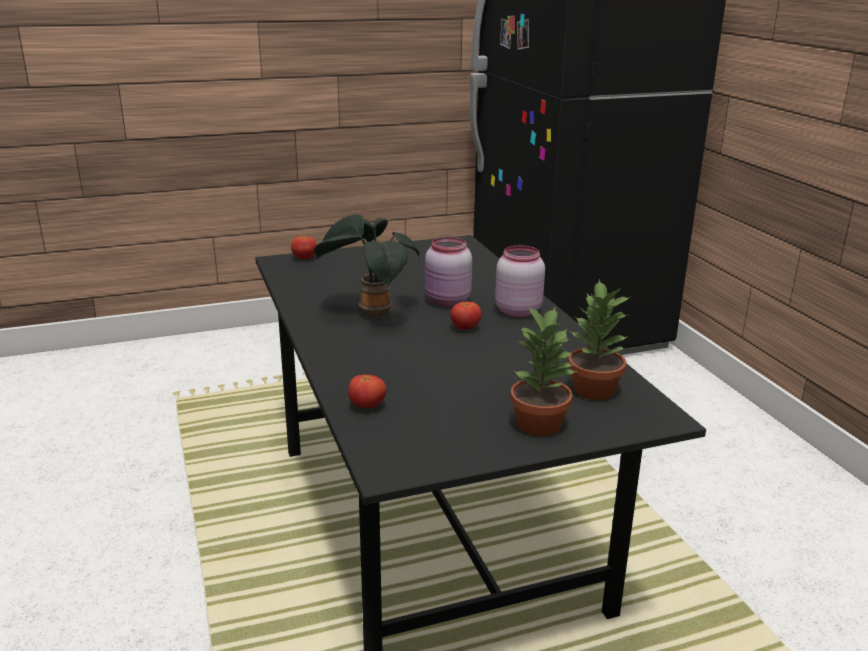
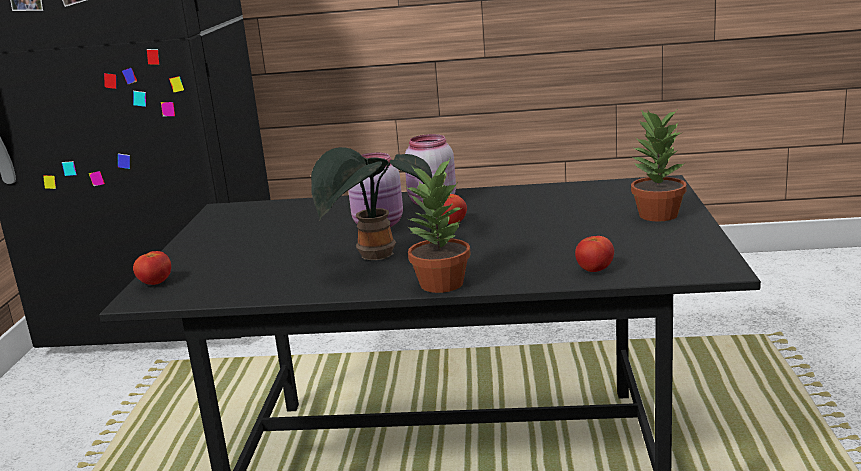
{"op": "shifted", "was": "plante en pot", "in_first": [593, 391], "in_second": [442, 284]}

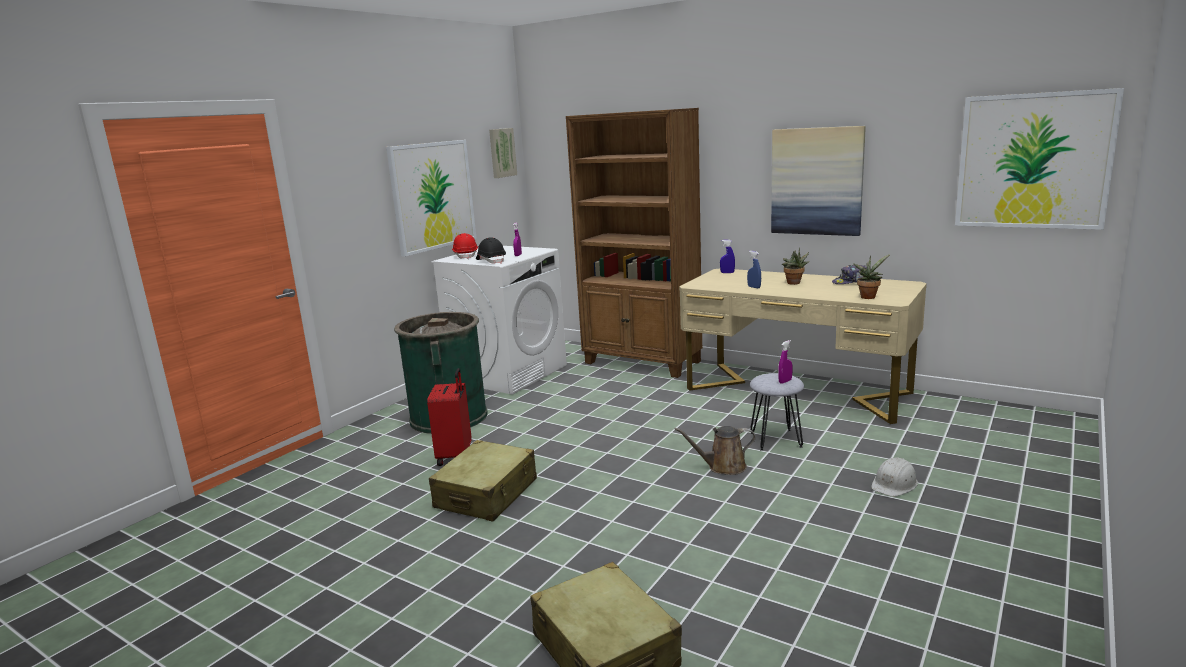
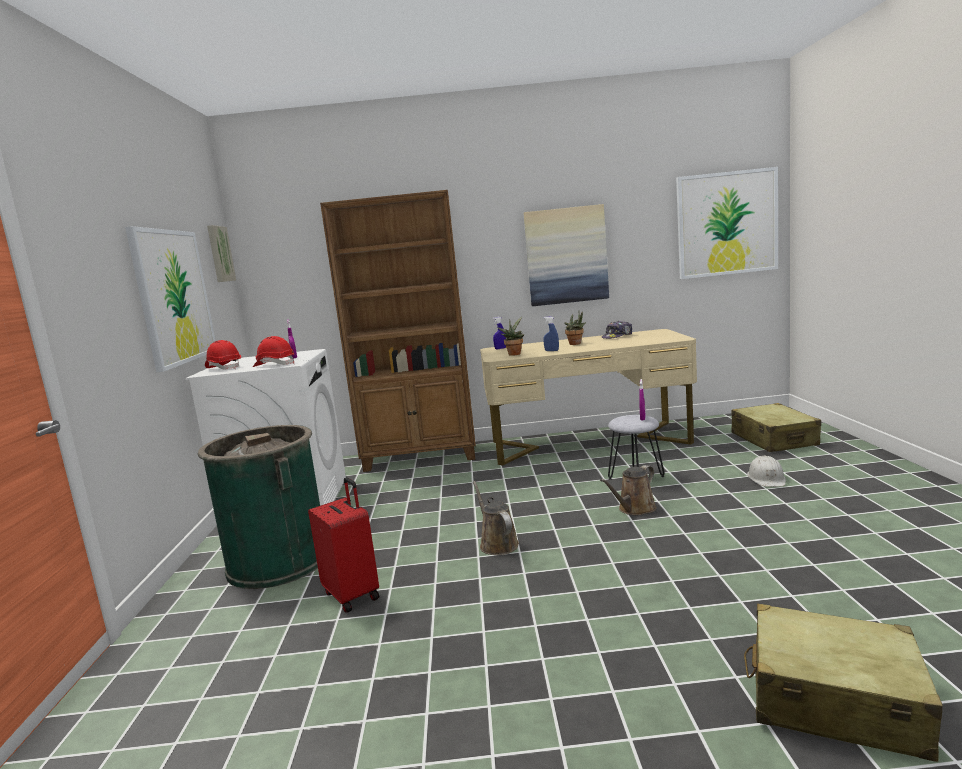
{"op": "new", "now": "arrosoir (marron)", "in_second": [497, 544]}
{"op": "shifted", "was": "valise (beige)", "in_first": [486, 494], "in_second": [774, 439]}
{"op": "shifted", "was": "plante en pot", "in_first": [868, 297], "in_second": [514, 354]}
{"op": "repainted", "was": "casque de chantier (noir)", "now": "casque de chantier (rouge)", "in_first": [491, 261], "in_second": [275, 365]}

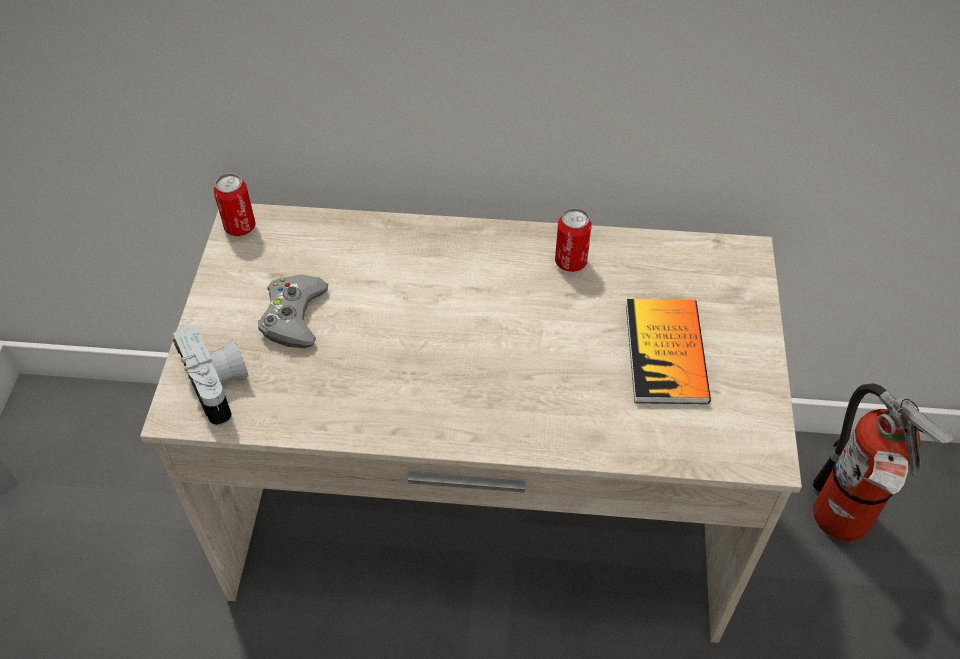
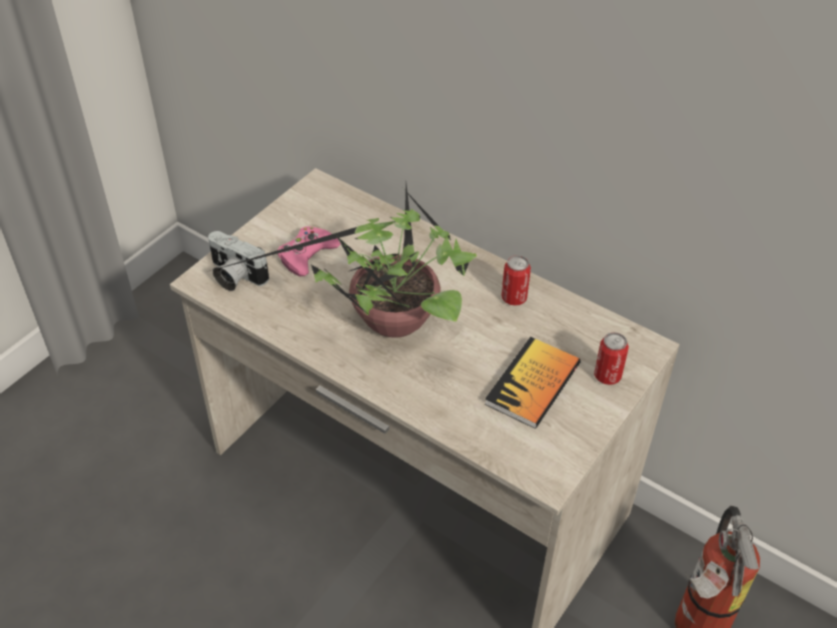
{"op": "new", "now": "plante en pot", "in_second": [388, 322]}
{"op": "shifted", "was": "boîte métallique", "in_first": [240, 227], "in_second": [607, 376]}
{"op": "repainted", "was": "manette (gris)", "now": "manette (rose)", "in_first": [293, 316], "in_second": [307, 255]}
{"op": "rotated", "was": "appareil photo", "in_first": [220, 385], "in_second": [234, 276], "clockwise": 120}

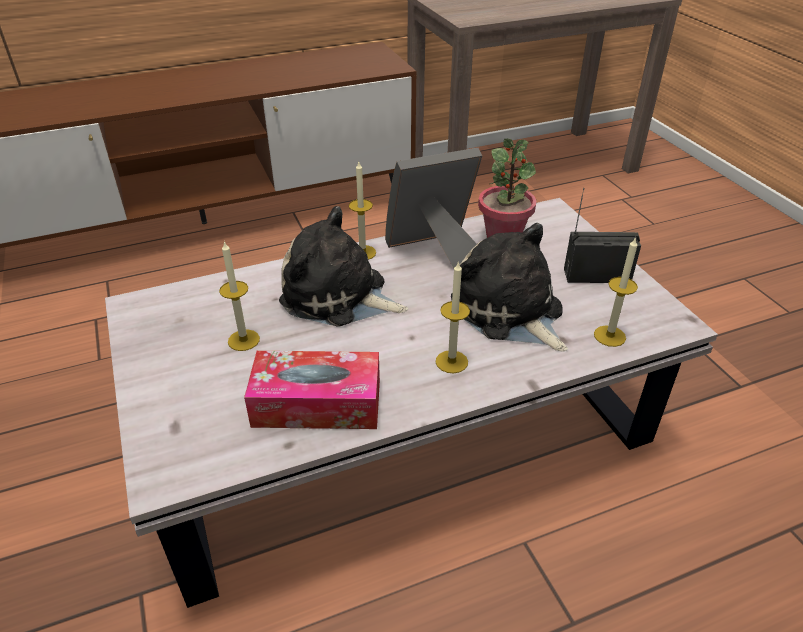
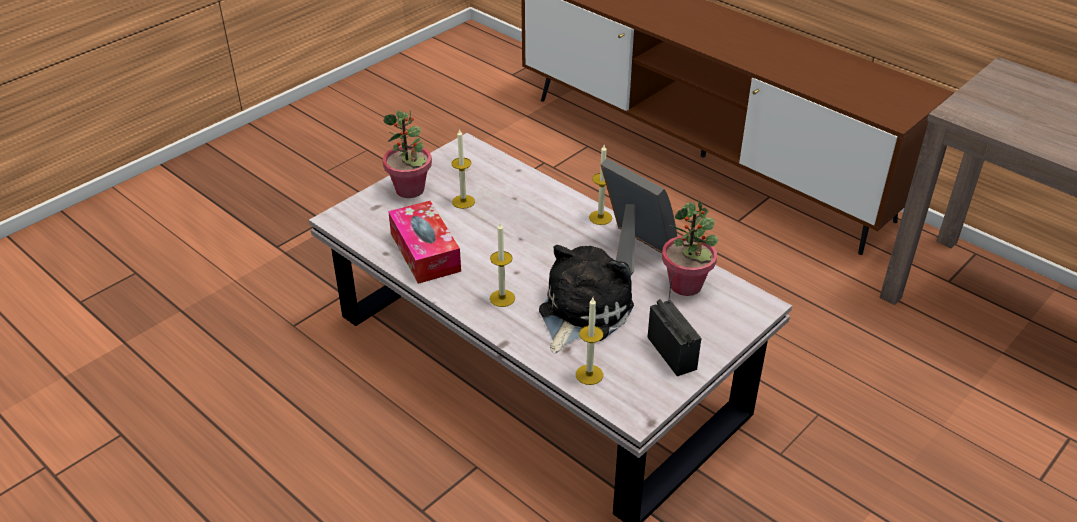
{"op": "gone", "was": "peluche", "in_first": [339, 296]}
{"op": "new", "now": "plante en pot", "in_second": [410, 189]}

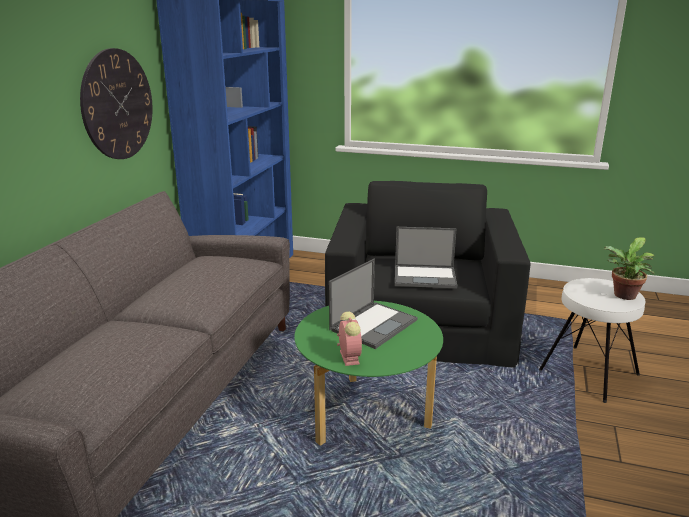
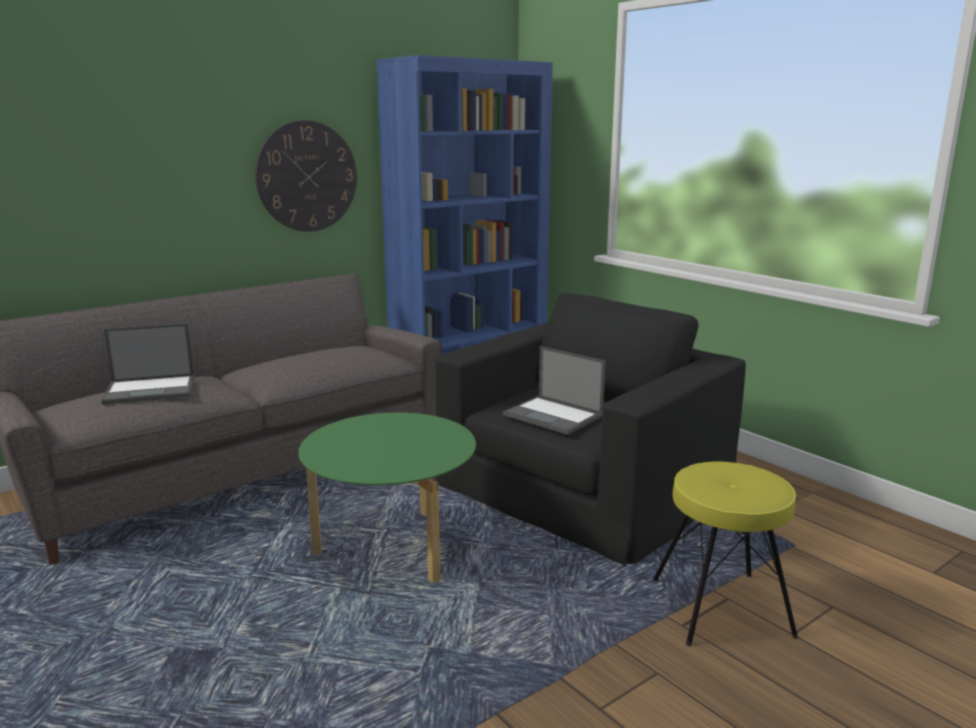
{"op": "gone", "was": "réveil", "in_first": [348, 356]}
{"op": "gone", "was": "plante en pot", "in_first": [623, 296]}
{"op": "shifted", "was": "ordinateur portable", "in_first": [374, 324], "in_second": [151, 390]}
{"op": "repainted", "was": "tabouret (blanc)", "now": "tabouret (jaune)", "in_first": [589, 372], "in_second": [722, 608]}

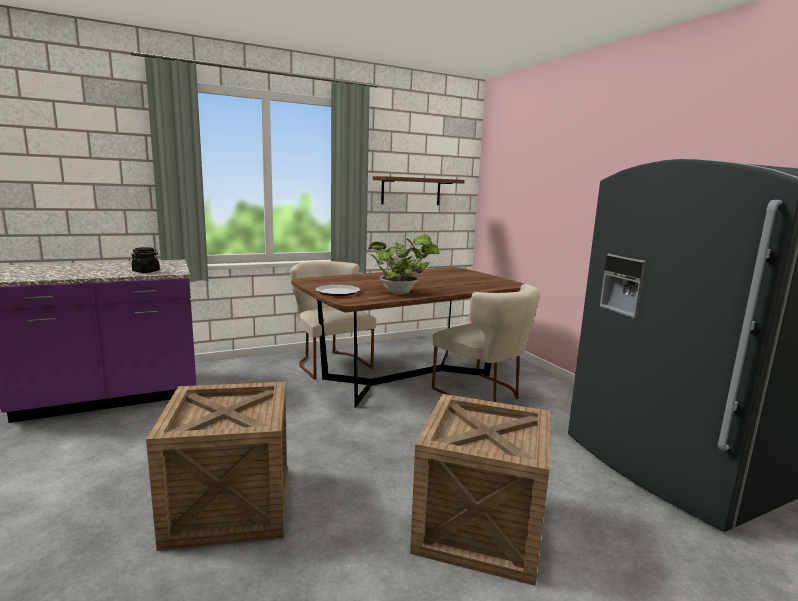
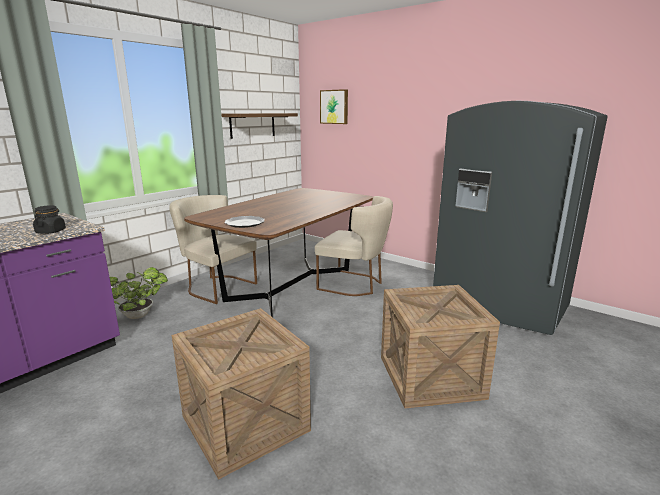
{"op": "new", "now": "tableau", "in_second": [334, 107]}
{"op": "shifted", "was": "plante en pot", "in_first": [401, 292], "in_second": [140, 315]}

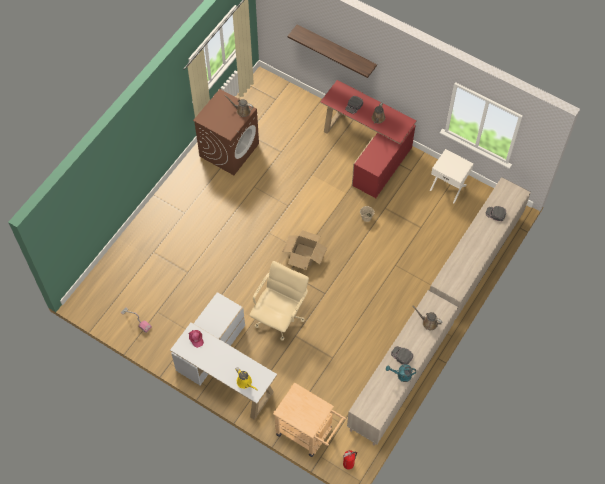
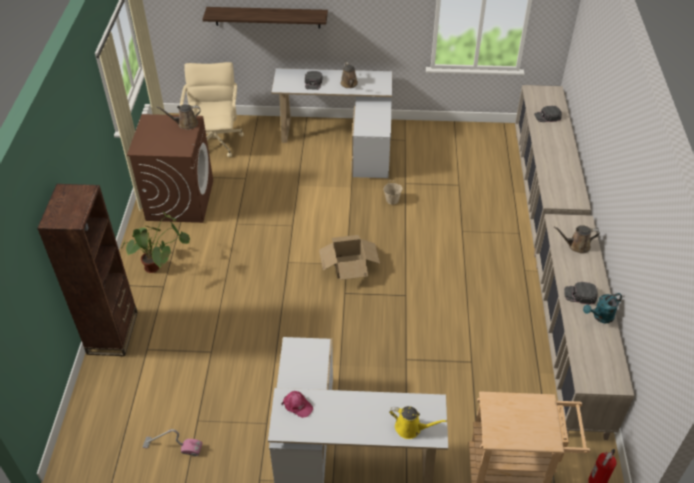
{"op": "gone", "was": "table de chevet (blanc)", "in_first": [448, 187]}
{"op": "new", "now": "bibliothèque (marron)", "in_second": [113, 333]}
{"op": "new", "now": "plante en pot", "in_second": [160, 266]}
{"op": "shifted", "was": "chaise de bureau (beige)", "in_first": [279, 316], "in_second": [215, 141]}
{"op": "repainted", "was": "bureau (rouge)", "now": "bureau (blanc)", "in_first": [368, 150], "in_second": [344, 140]}

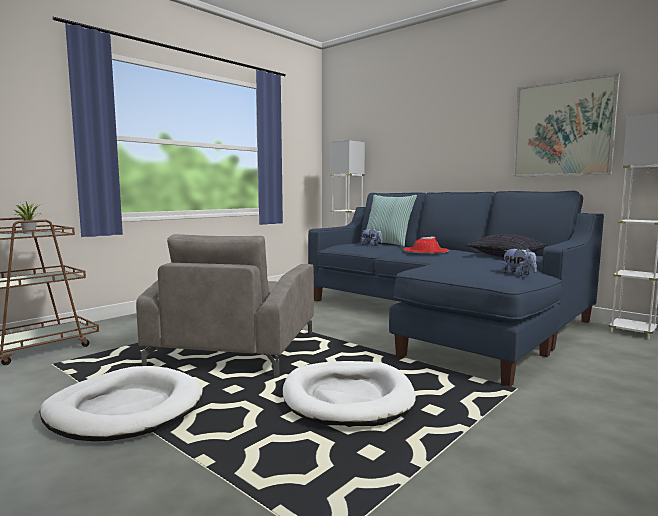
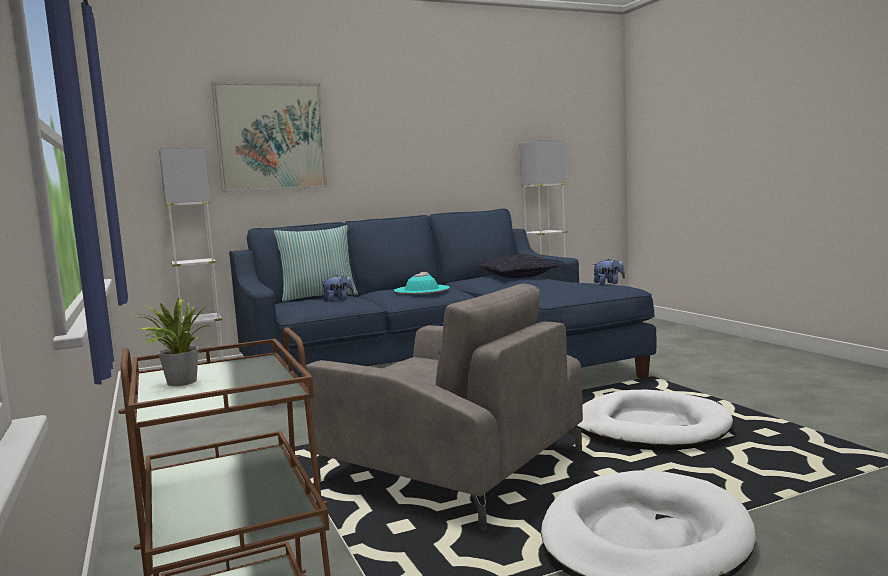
{"op": "shifted", "was": "tableau", "in_first": [563, 129], "in_second": [271, 137]}
{"op": "repainted", "was": "chapeau (rouge)", "now": "chapeau (turquoise)", "in_first": [425, 250], "in_second": [421, 290]}

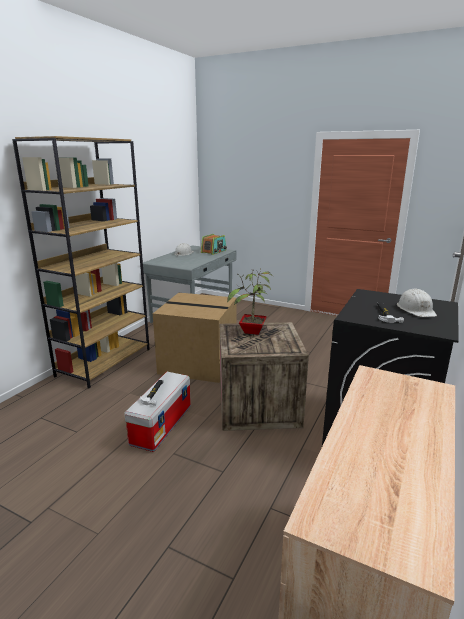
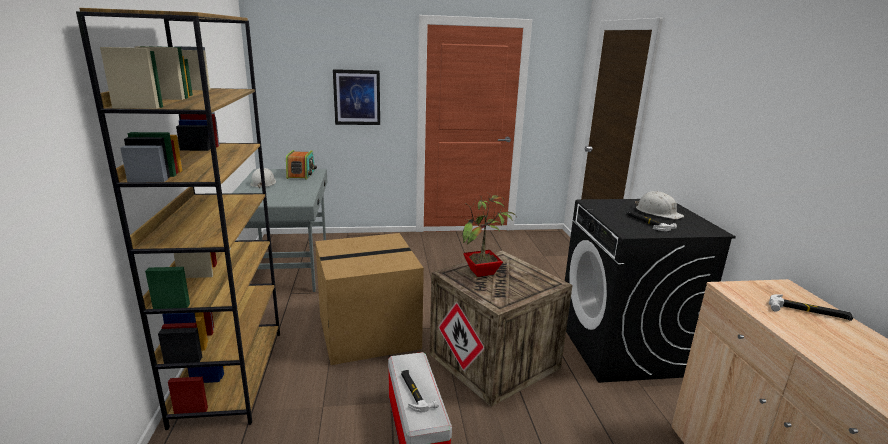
{"op": "new", "now": "tableau", "in_second": [357, 97]}
{"op": "new", "now": "marteau", "in_second": [808, 312]}

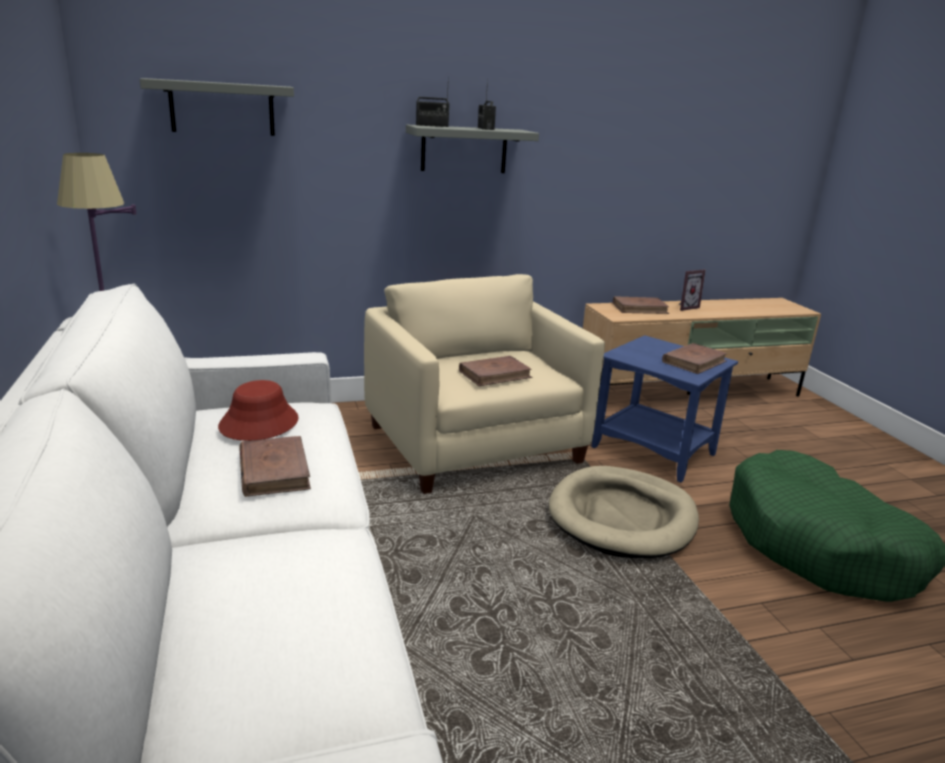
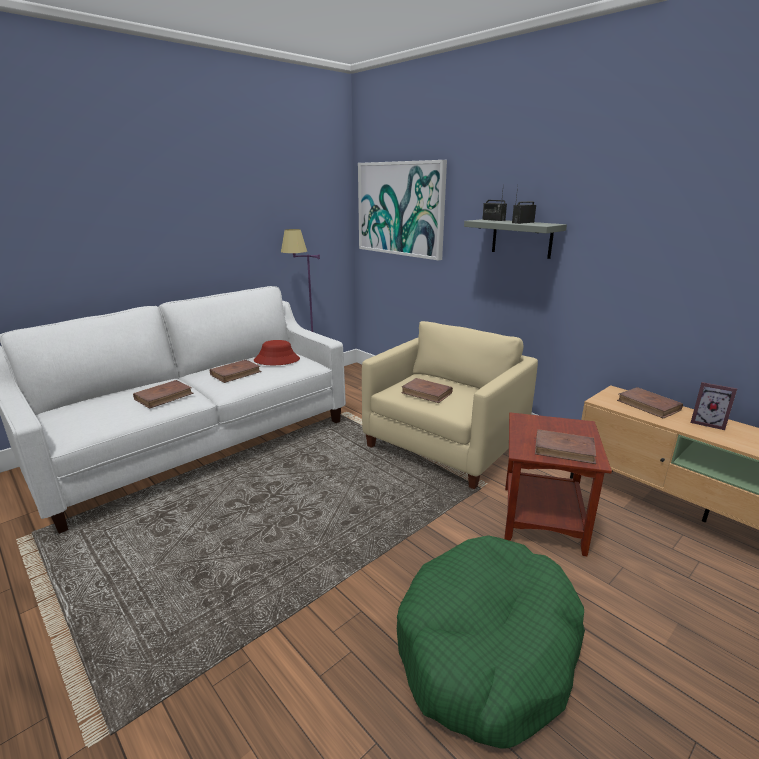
{"op": "gone", "was": "panier pour chien (beige)", "in_first": [622, 517]}
{"op": "new", "now": "livre (marron)", "in_second": [164, 396]}
{"op": "swapped", "was": "étagère (gris)", "now": "tableau", "in_first": [222, 108], "in_second": [400, 209]}
{"op": "repainted", "was": "table d'appoint (bleu)", "now": "table d'appoint (marron)", "in_first": [654, 450], "in_second": [543, 519]}

